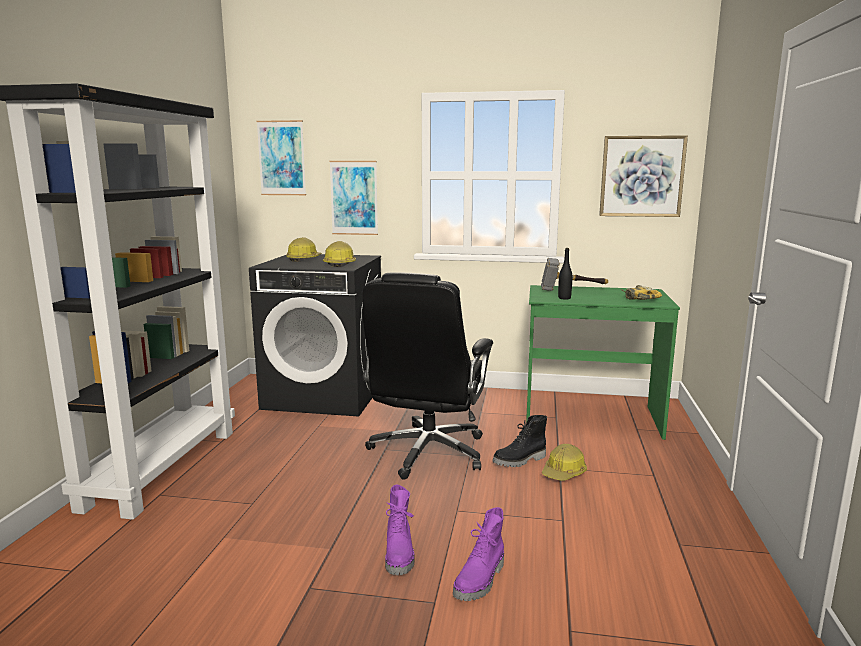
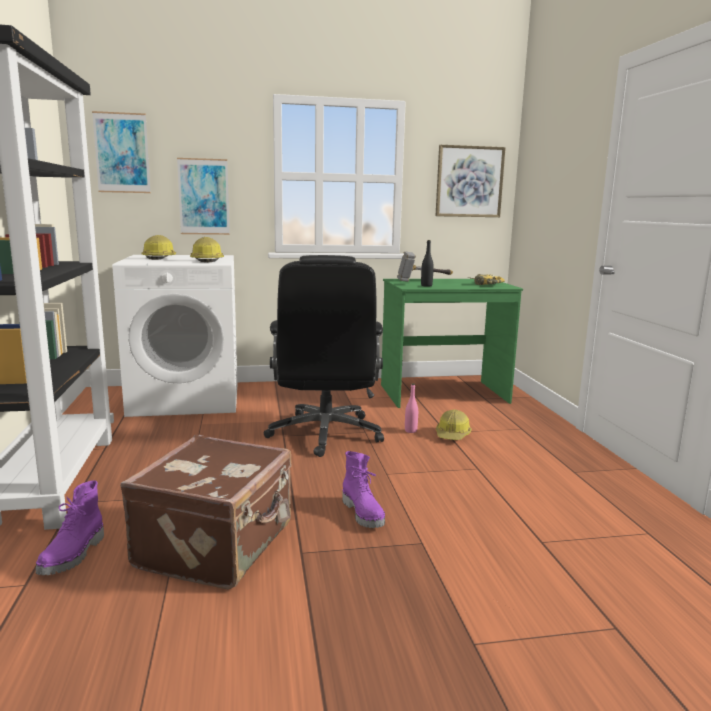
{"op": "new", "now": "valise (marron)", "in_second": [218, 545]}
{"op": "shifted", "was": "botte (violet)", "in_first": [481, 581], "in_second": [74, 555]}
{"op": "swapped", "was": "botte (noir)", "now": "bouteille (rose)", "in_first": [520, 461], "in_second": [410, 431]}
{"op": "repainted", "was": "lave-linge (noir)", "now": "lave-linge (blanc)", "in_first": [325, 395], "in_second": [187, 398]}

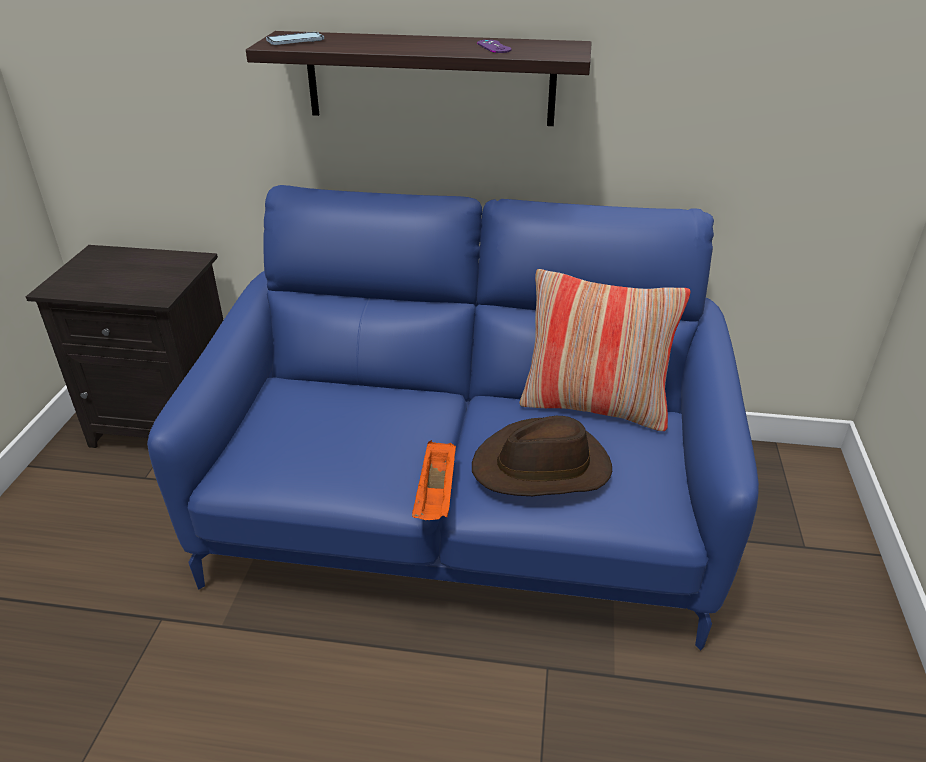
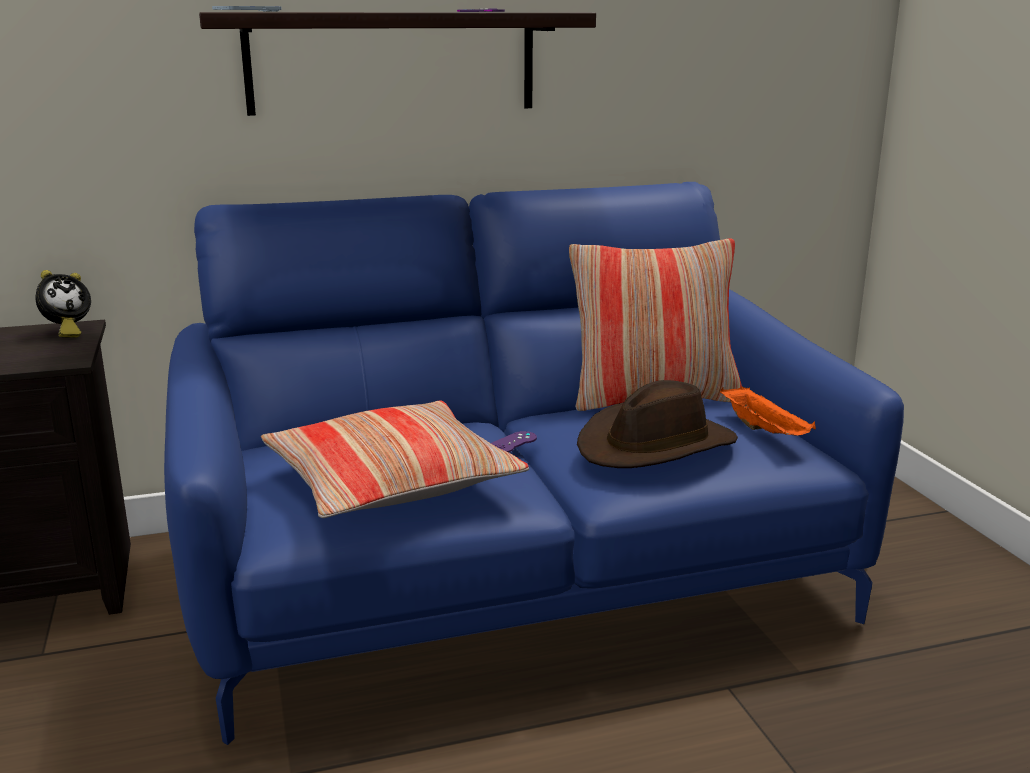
{"op": "new", "now": "réveil", "in_second": [67, 332]}
{"op": "new", "now": "coussin", "in_second": [391, 481]}
{"op": "new", "now": "manette (violet)", "in_second": [512, 443]}
{"op": "shifted", "was": "plateau (orange)", "in_first": [436, 495], "in_second": [765, 431]}

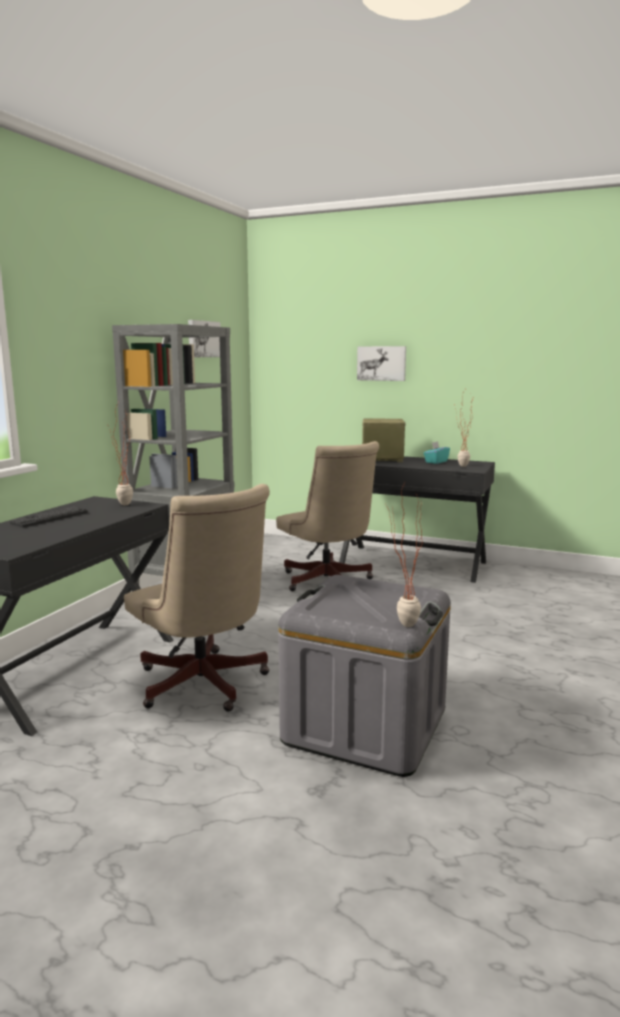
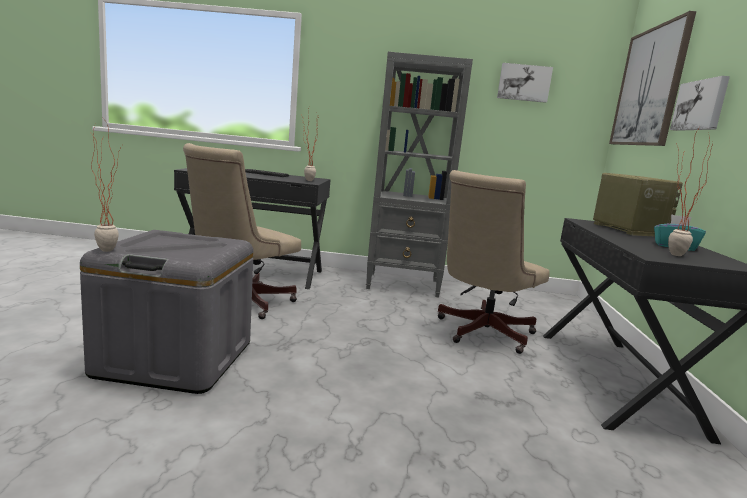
{"op": "new", "now": "tableau", "in_second": [649, 87]}

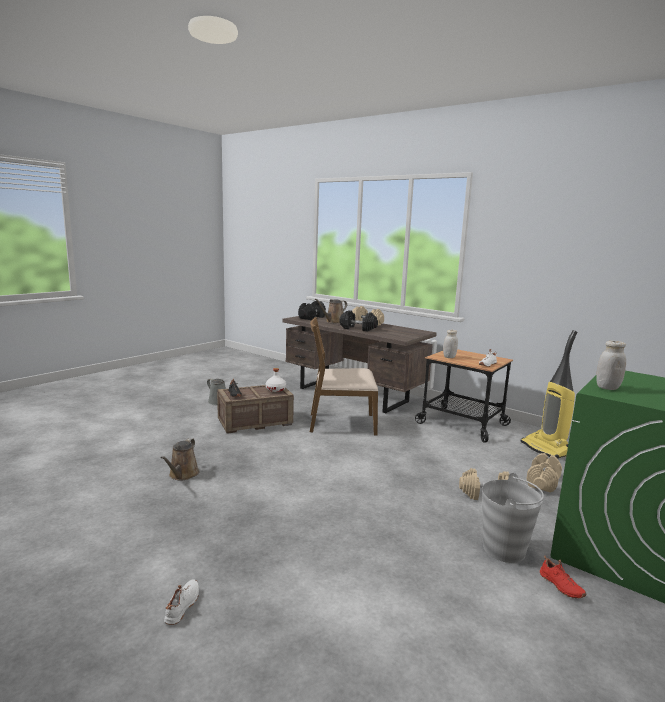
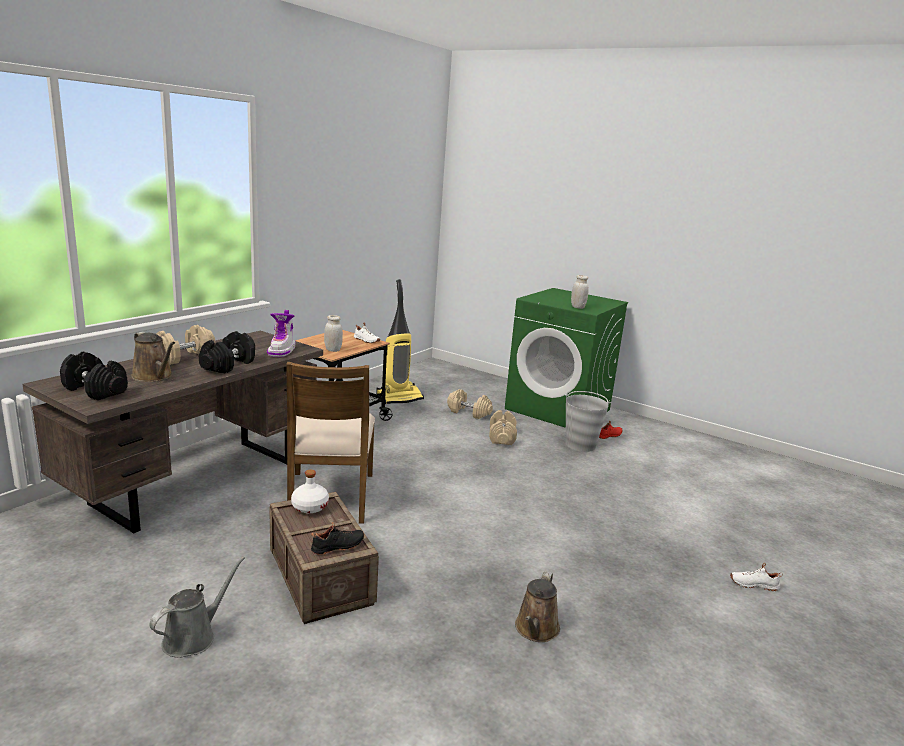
{"op": "new", "now": "botte", "in_second": [282, 351]}
{"op": "rotated", "was": "arrosoir (marron)", "in_first": [182, 475], "in_second": [536, 630], "clockwise": 105}

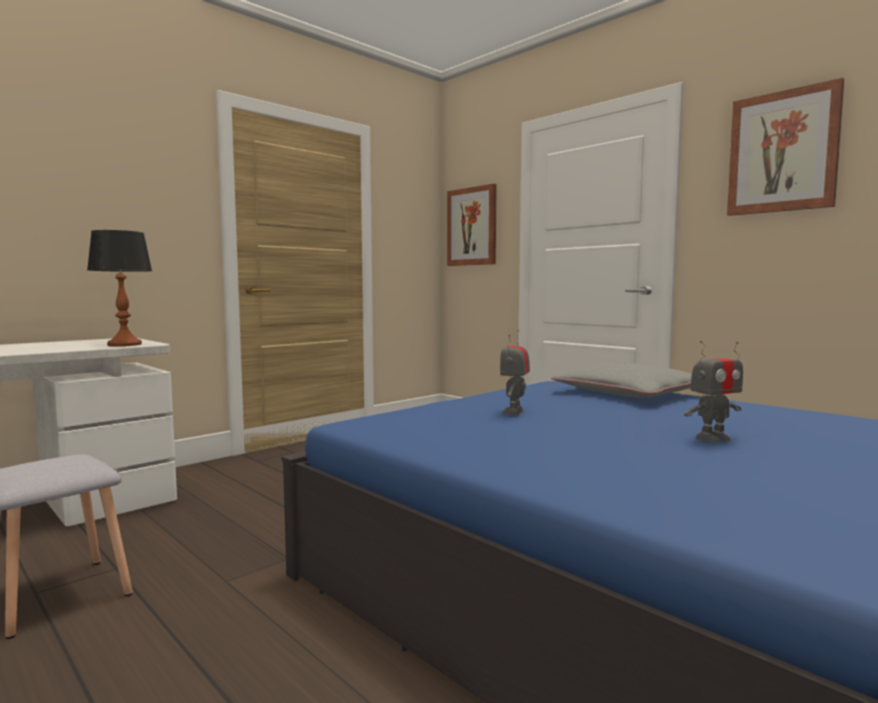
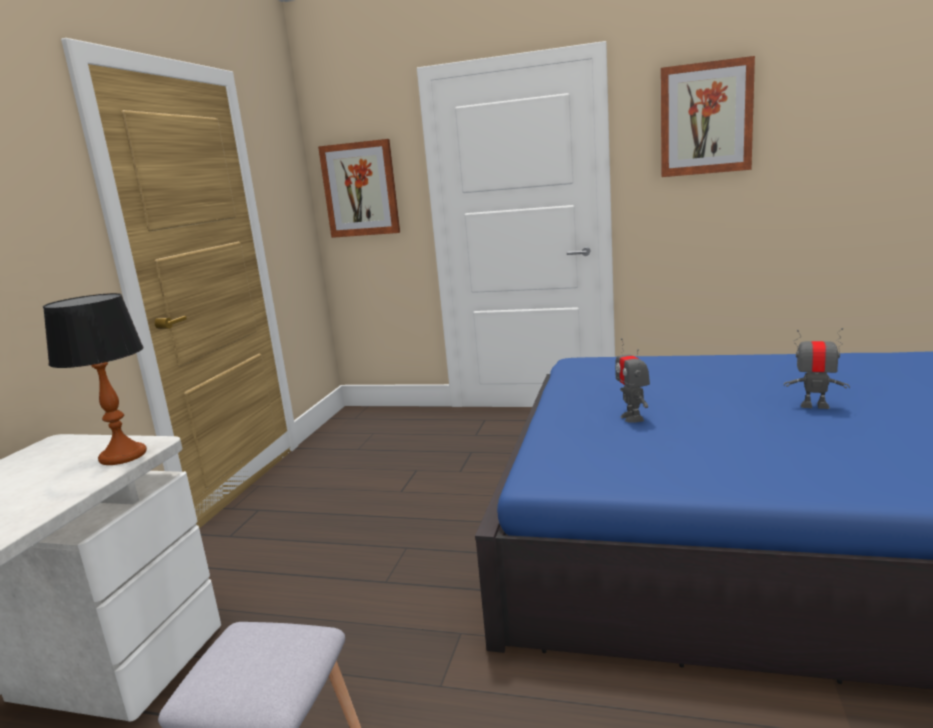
{"op": "gone", "was": "coussin (gris)", "in_first": [629, 393]}
{"op": "rotated", "was": "robot jouet", "in_first": [713, 438], "in_second": [814, 406], "clockwise": -105}

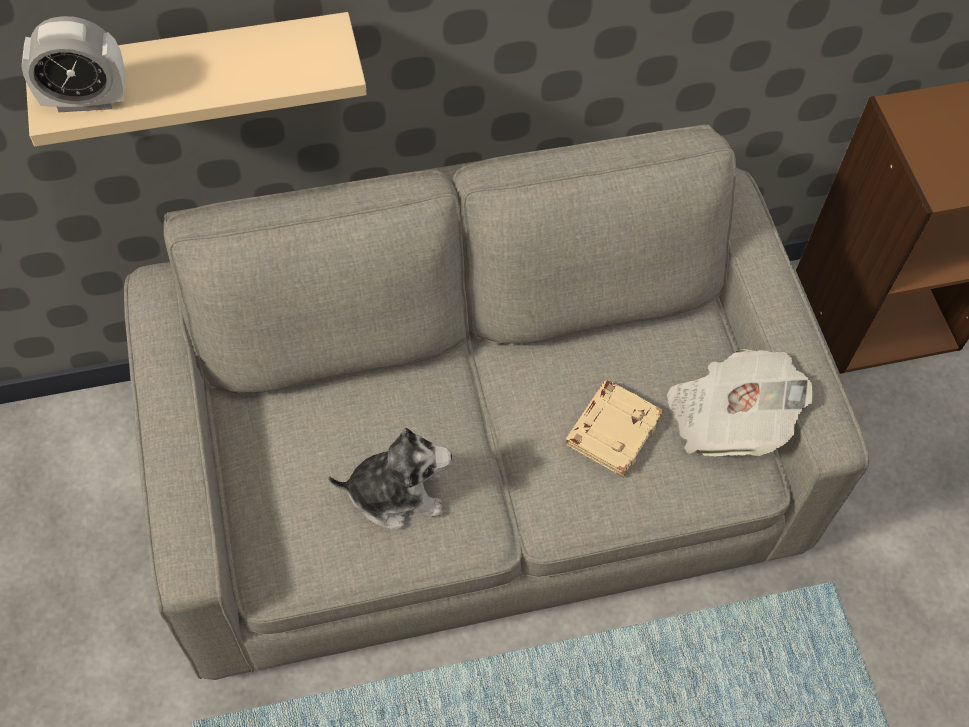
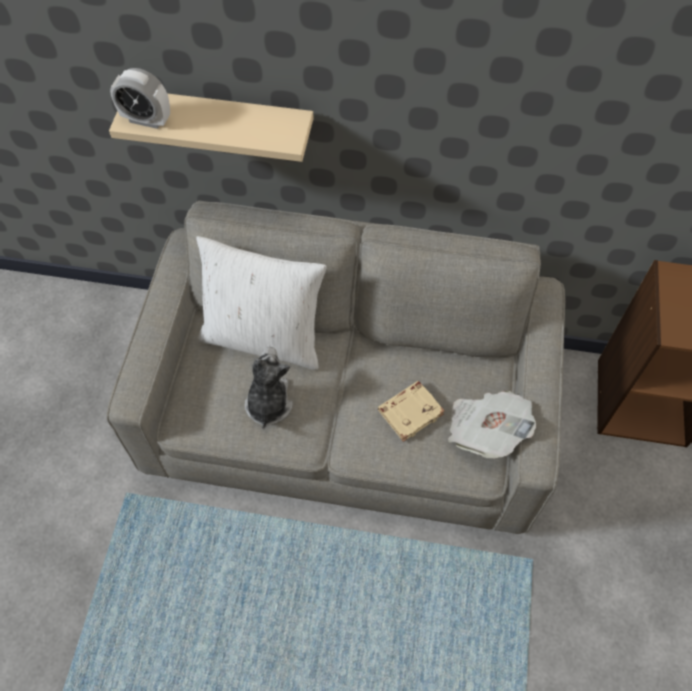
{"op": "new", "now": "coussin (blanc)", "in_second": [264, 338]}
{"op": "rotated", "was": "peluche", "in_first": [396, 493], "in_second": [268, 403], "clockwise": -105}

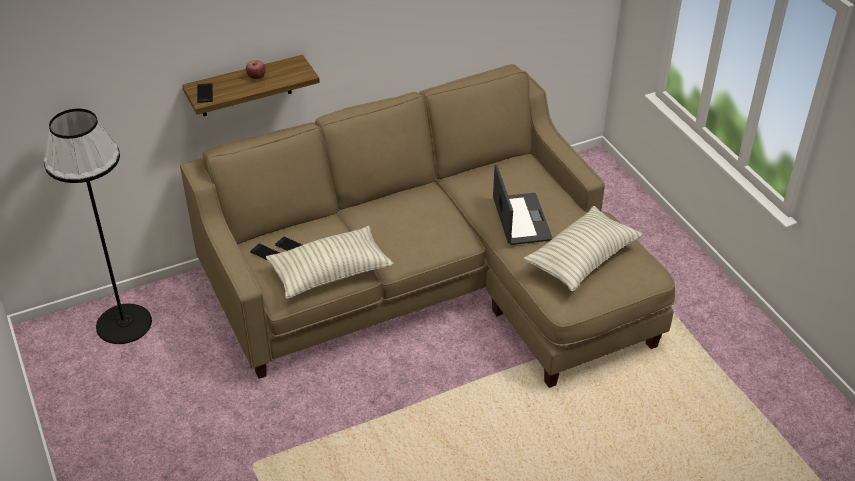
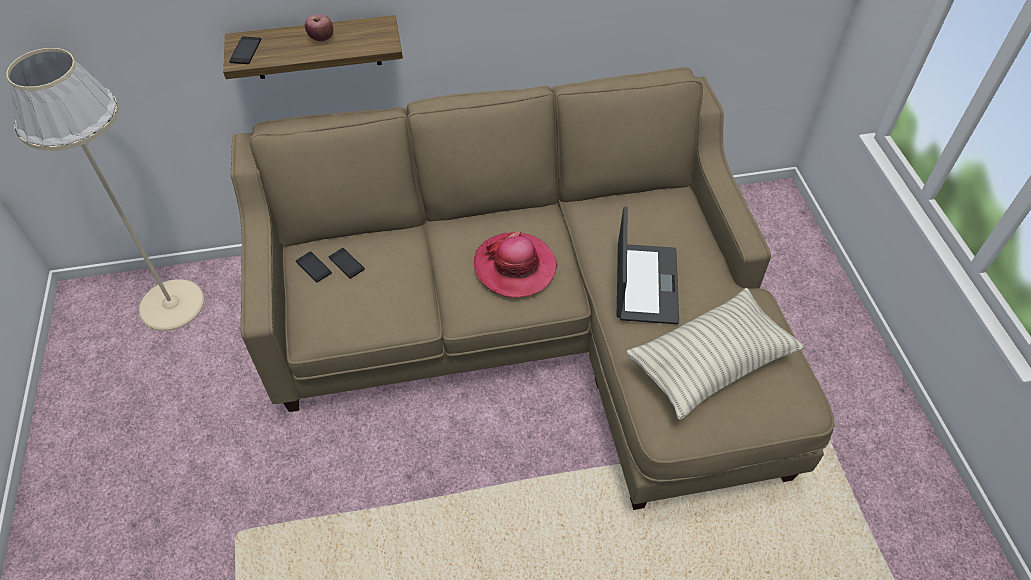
{"op": "gone", "was": "coussin", "in_first": [330, 273]}
{"op": "new", "now": "chapeau", "in_second": [515, 267]}
{"op": "repainted", "was": "lampadaire (noir)", "now": "lampadaire (beige)", "in_first": [124, 323], "in_second": [172, 304]}

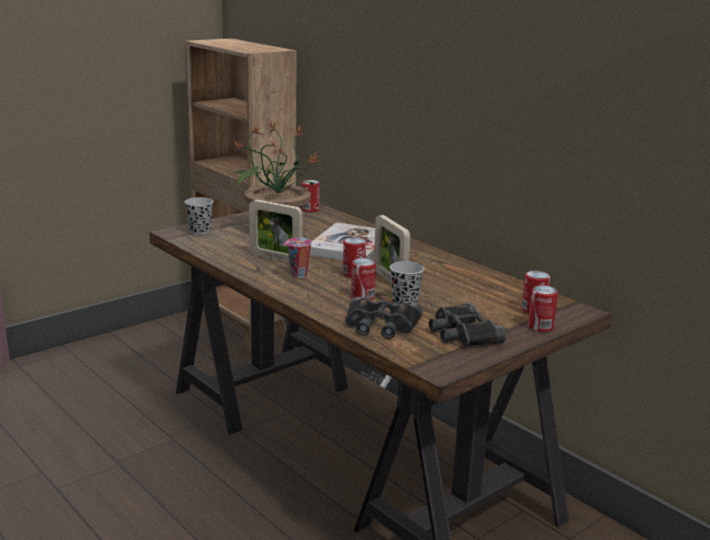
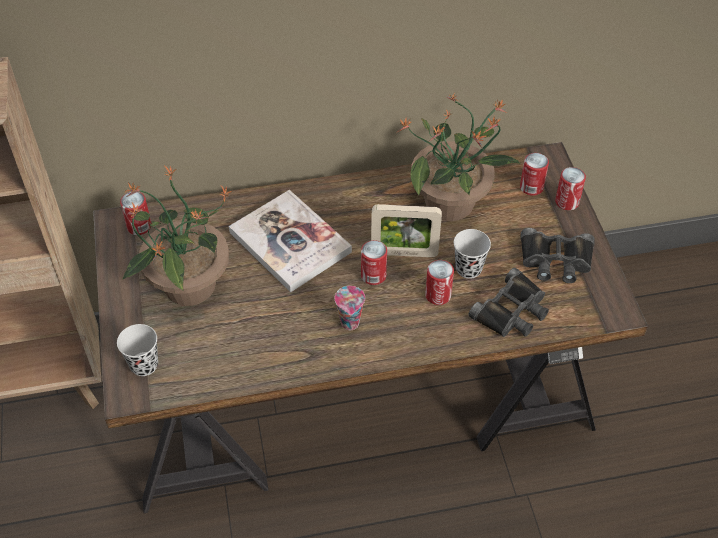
{"op": "gone", "was": "cadre photo", "in_first": [275, 258]}
{"op": "new", "now": "plante en pot", "in_second": [451, 203]}

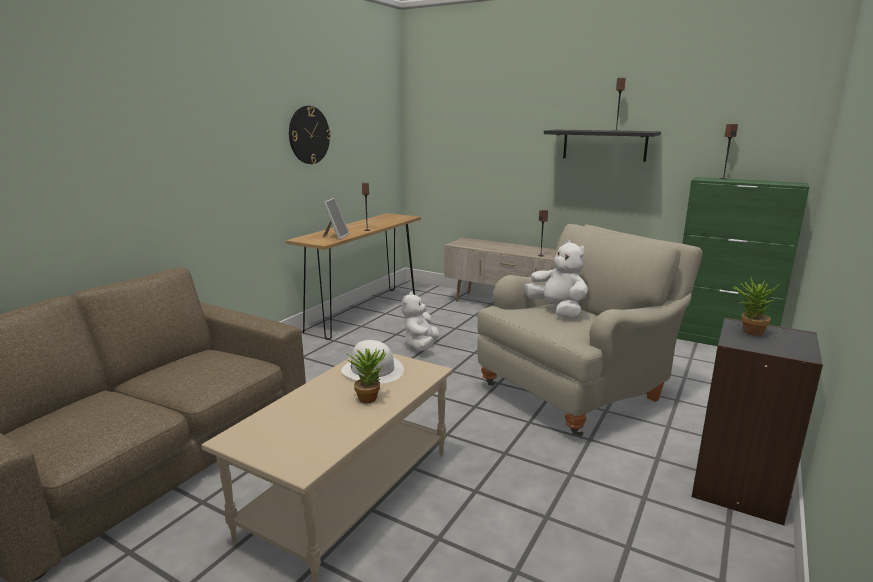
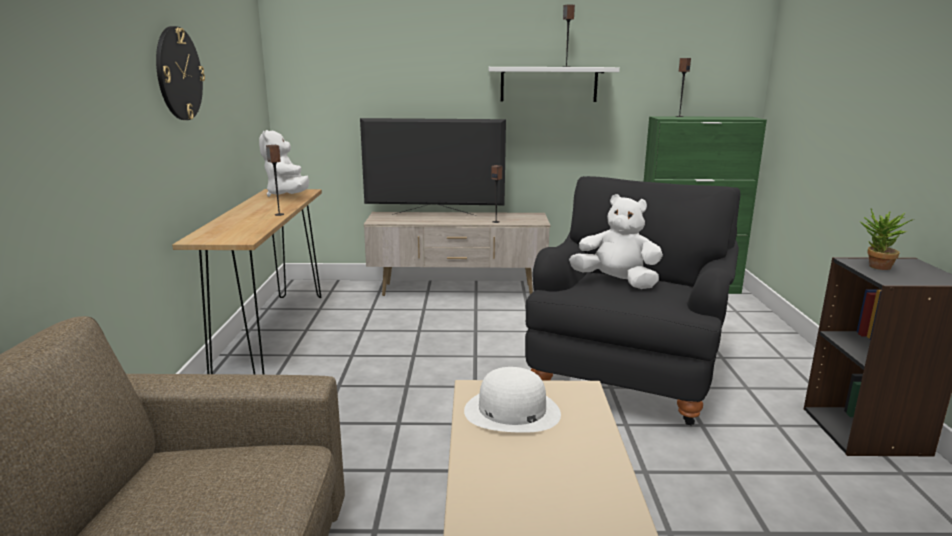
{"op": "gone", "was": "cadre photo", "in_first": [336, 236]}
{"op": "gone", "was": "plante en pot", "in_first": [369, 397]}
{"op": "new", "now": "téléviseur", "in_second": [434, 215]}
{"op": "shifted", "was": "peluche (blanc)", "in_first": [421, 346], "in_second": [288, 195]}
{"op": "repainted", "was": "fauteuil (beige)", "now": "fauteuil (noir)", "in_first": [577, 390], "in_second": [628, 372]}
{"op": "repainted", "was": "étagère (noir)", "now": "étagère (blanc)", "in_first": [604, 145], "in_second": [549, 84]}

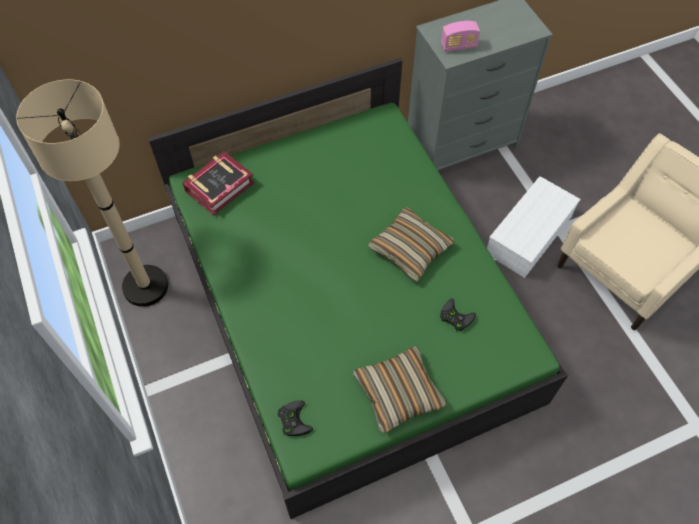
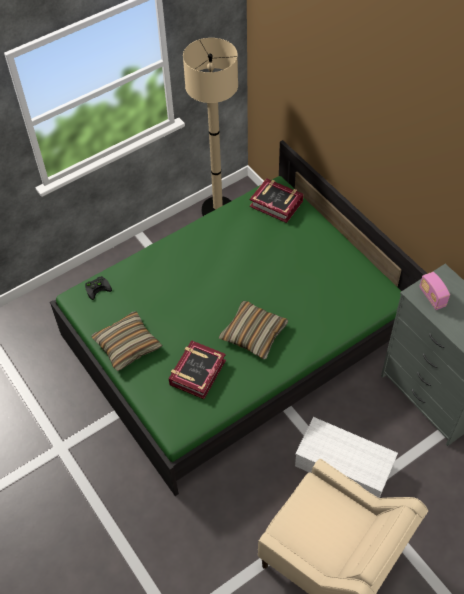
{"op": "swapped", "was": "manette (noir)", "now": "livre", "in_first": [454, 317], "in_second": [197, 372]}

